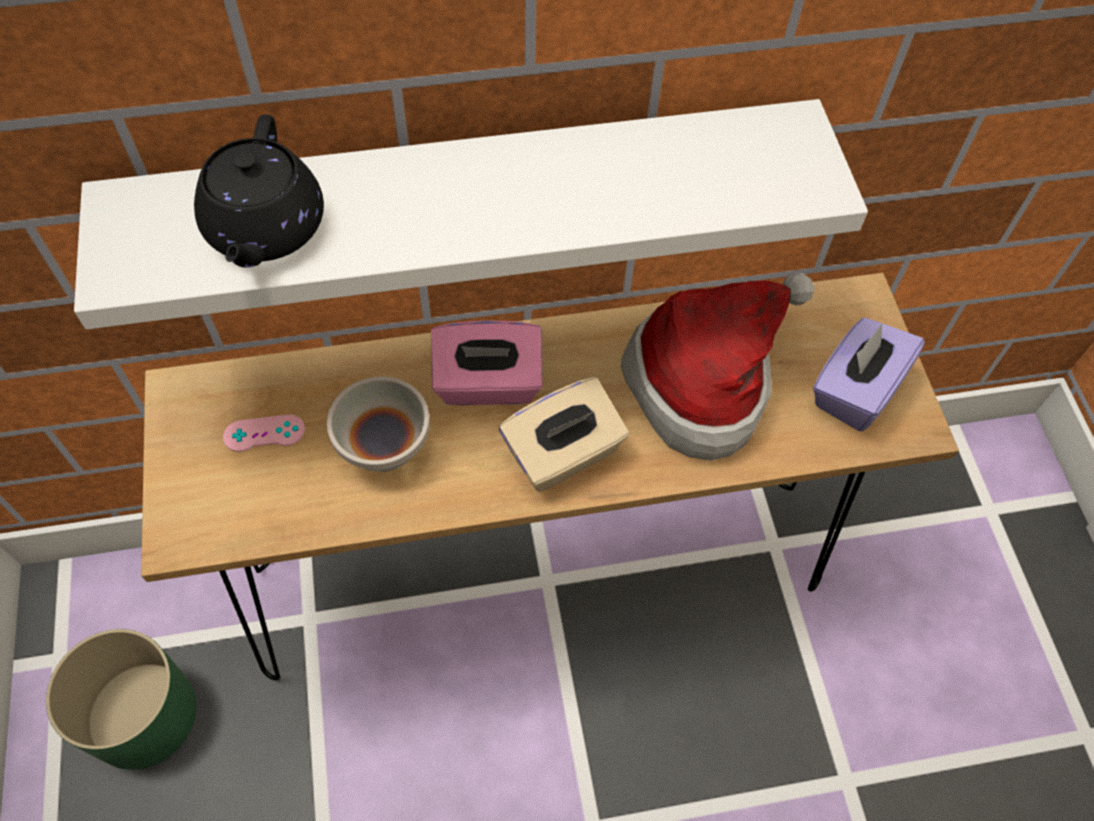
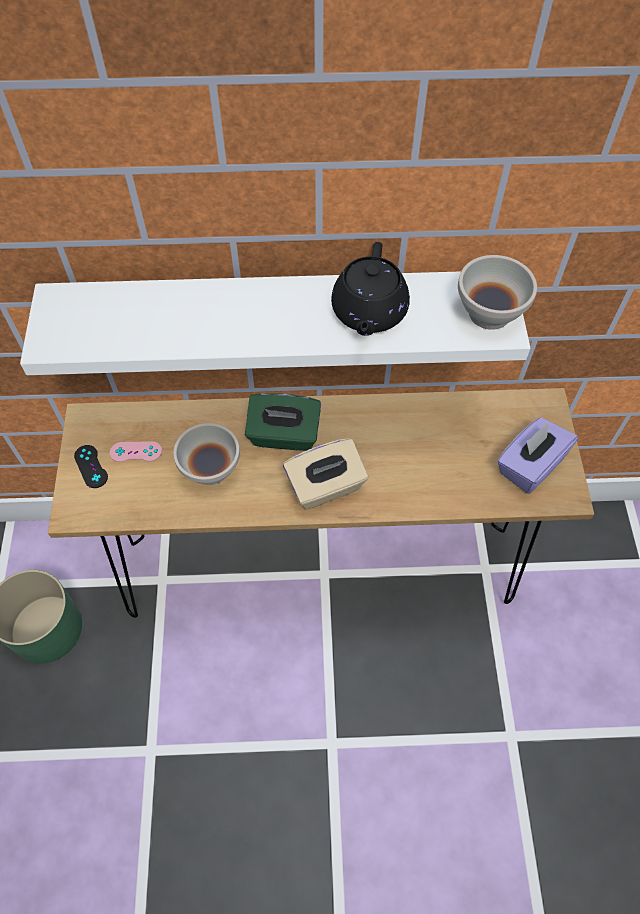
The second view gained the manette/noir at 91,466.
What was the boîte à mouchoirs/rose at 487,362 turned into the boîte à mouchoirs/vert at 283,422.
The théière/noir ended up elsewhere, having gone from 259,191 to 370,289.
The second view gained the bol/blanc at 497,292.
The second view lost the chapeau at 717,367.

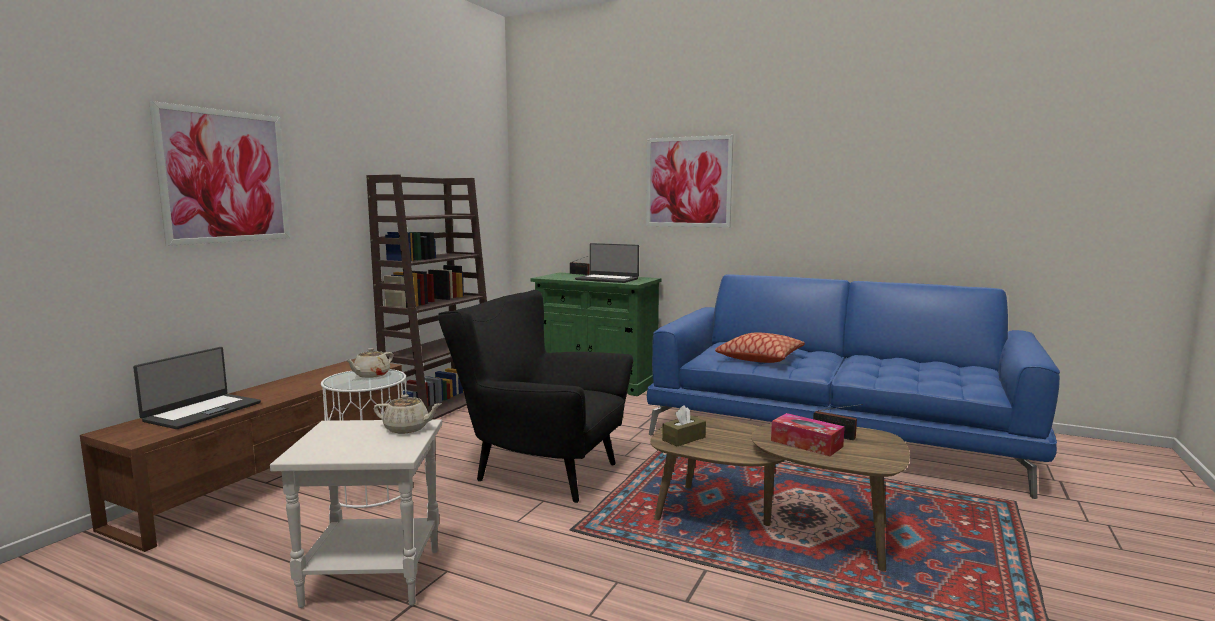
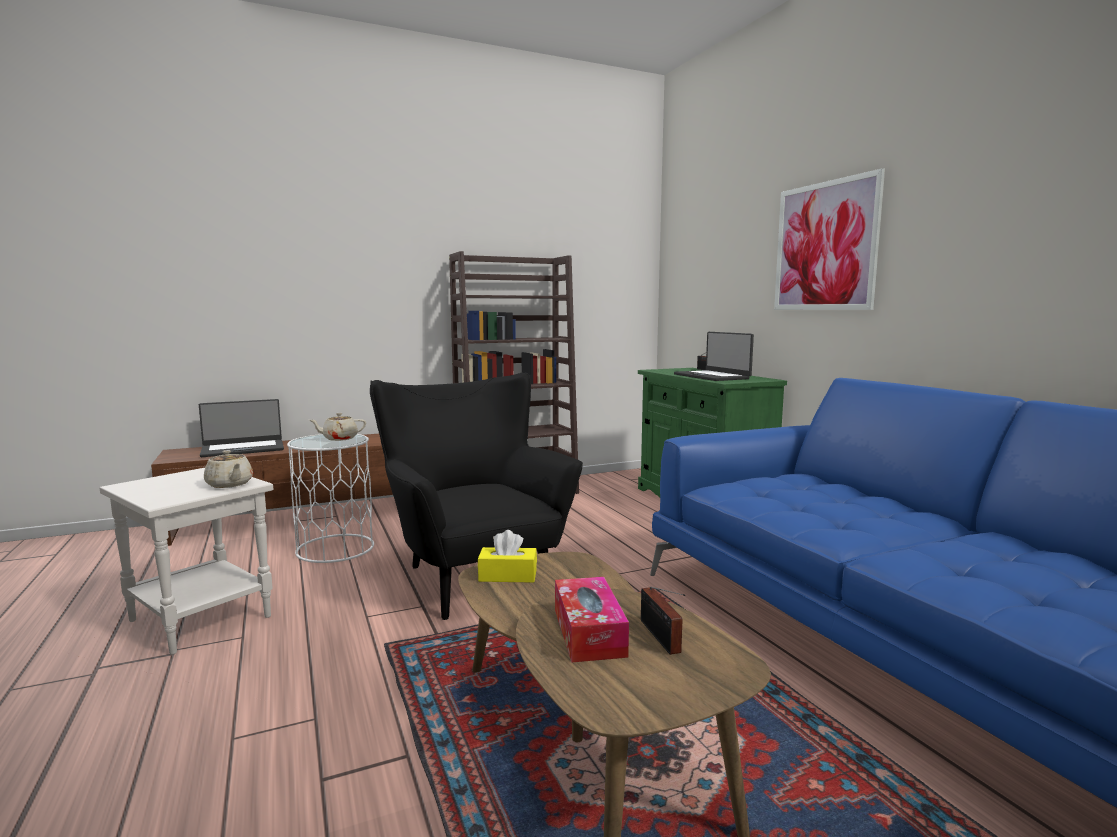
What was the boîte à mouchoirs/marron at 684,425 turned into the boîte à mouchoirs/jaune at 507,556.
The second view lost the tableau at 219,173.
The second view lost the coussin at 760,347.

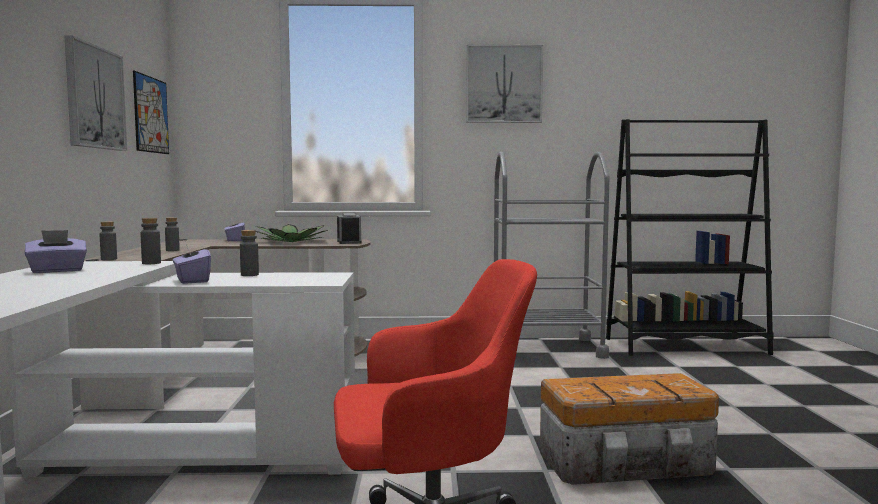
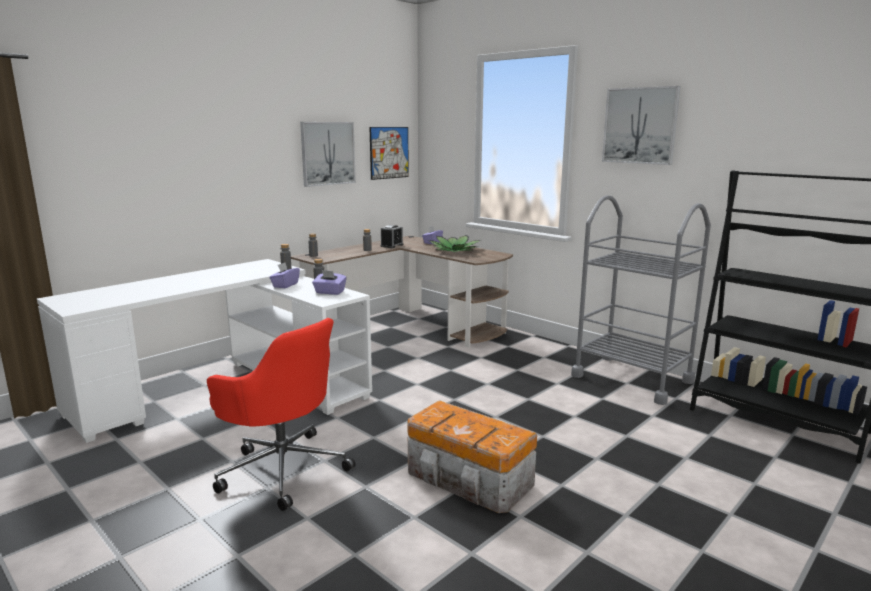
The boîte à mouchoirs/violet ended up elsewhere, having gone from 56,251 to 329,282.
The réveil ended up elsewhere, having gone from 349,228 to 391,236.

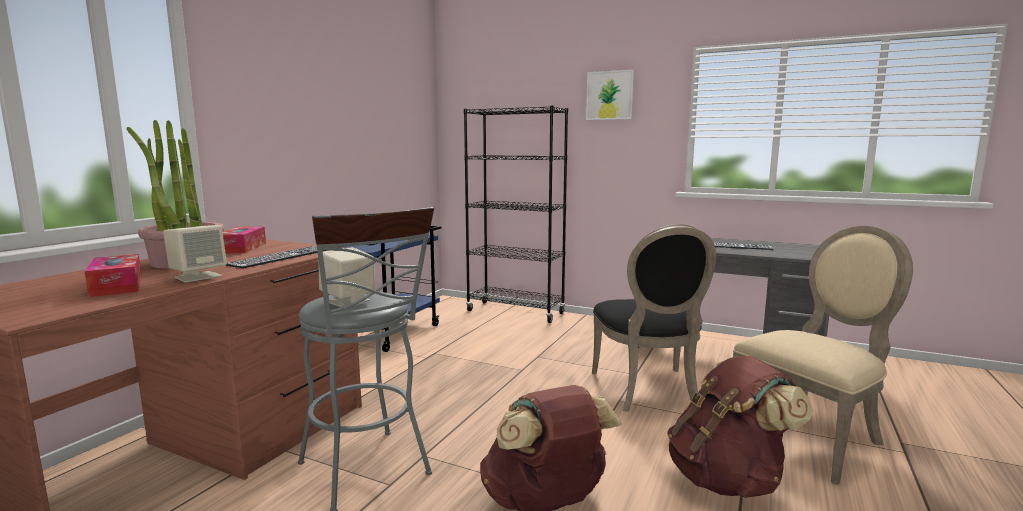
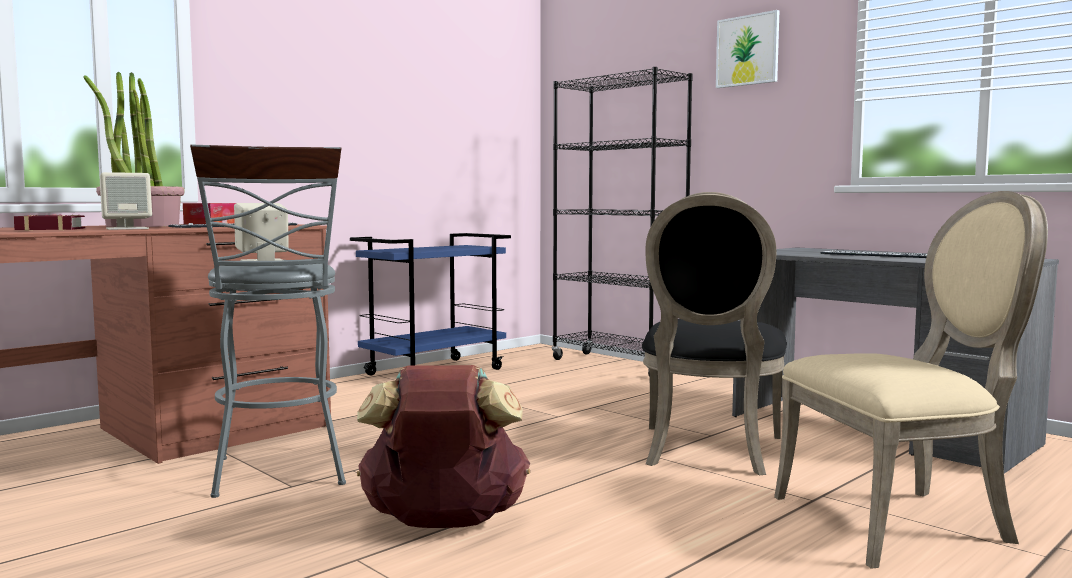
Where the boîte à mouchoirs stood at 113,275, the livre came to stand at 49,222.
The second view lost the sac à dos/marron at 740,427.

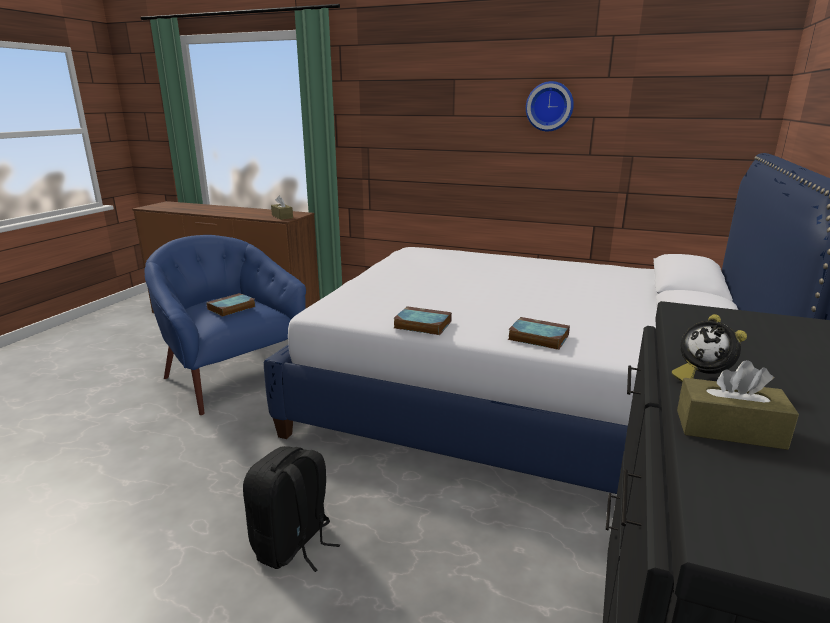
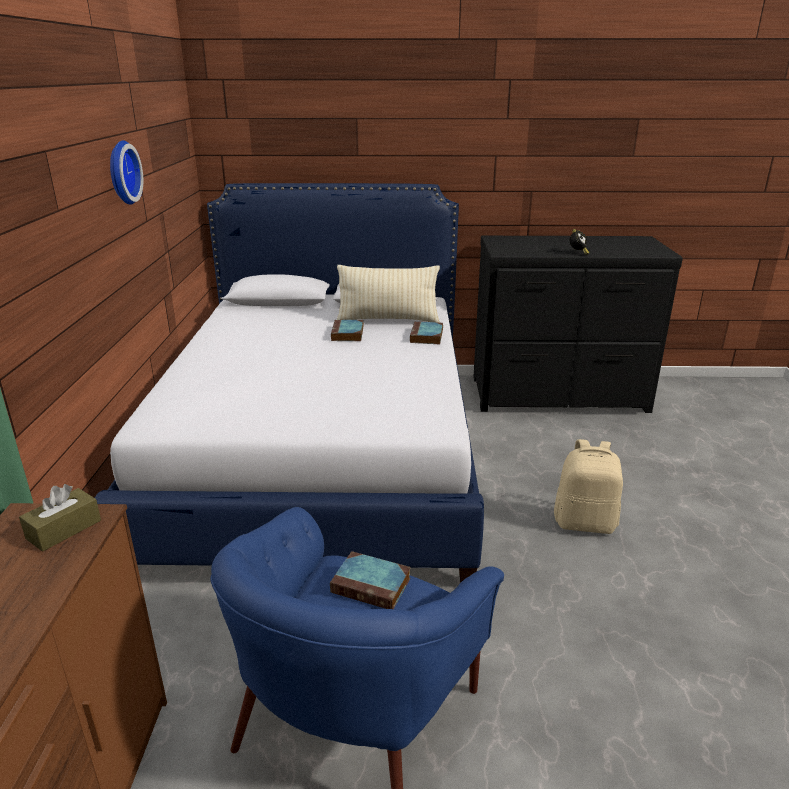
The livre ended up elsewhere, having gone from 422,320 to 347,330.
The second view gained the coussin/beige at 388,294.
What was the sac à dos/noir at 291,509 turned into the sac à dos/beige at 588,486.
The second view lost the boîte à mouchoirs/marron at 738,405.

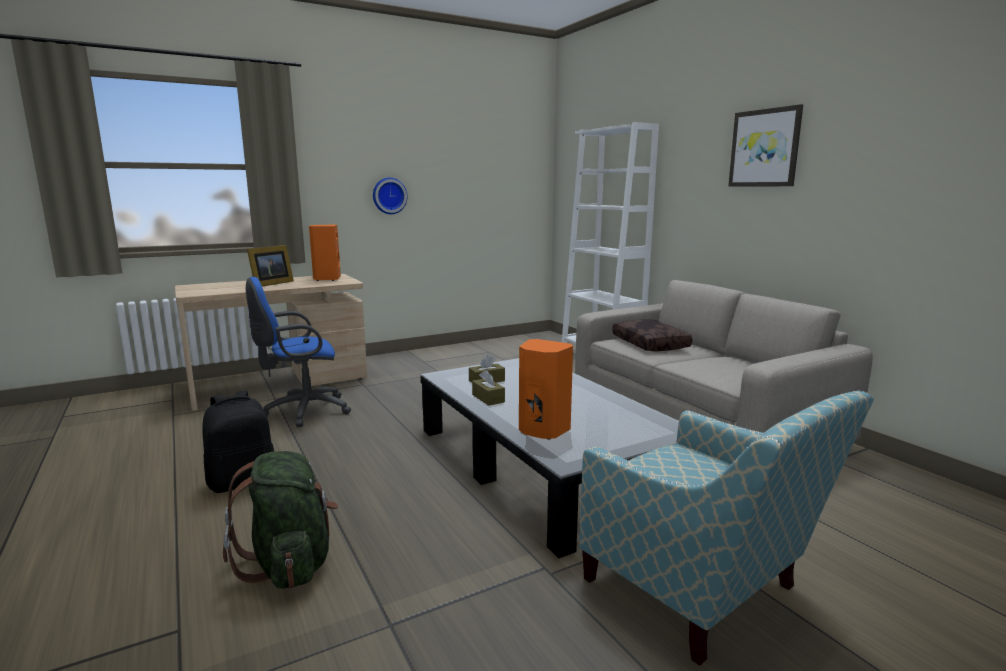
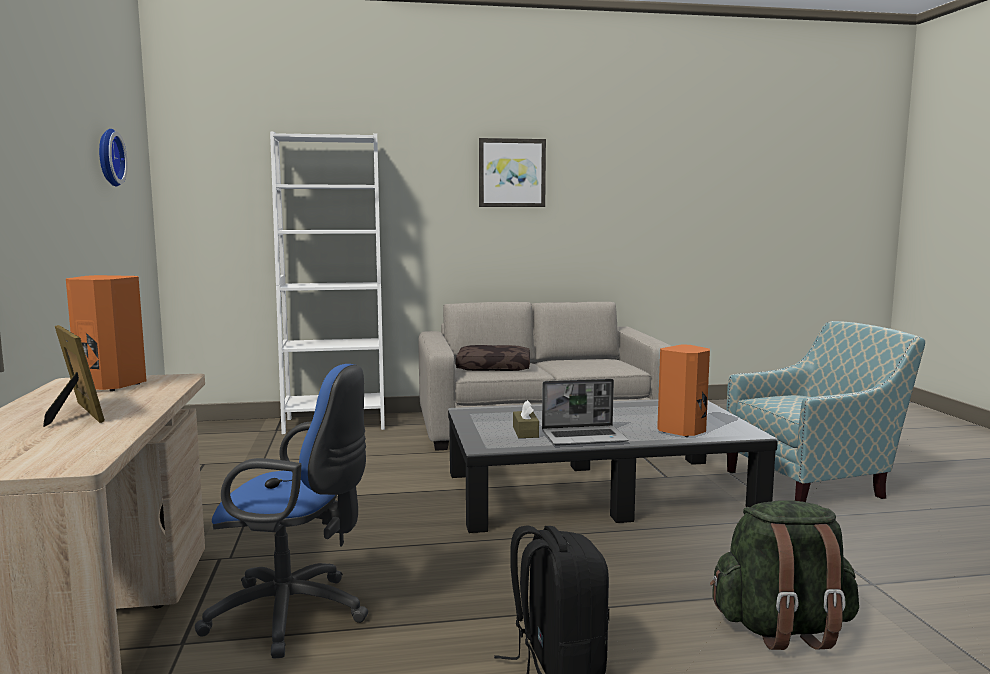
The horloge murale ended up elsewhere, having gone from 390,196 to 113,158.
The chaise de bureau/bleu at 298,352 ended up facing another way, 75 degrees counterclockwise from before.
Where the boîte à mouchoirs/marron stood at 488,388, the ordinateur portable came to stand at 585,412.

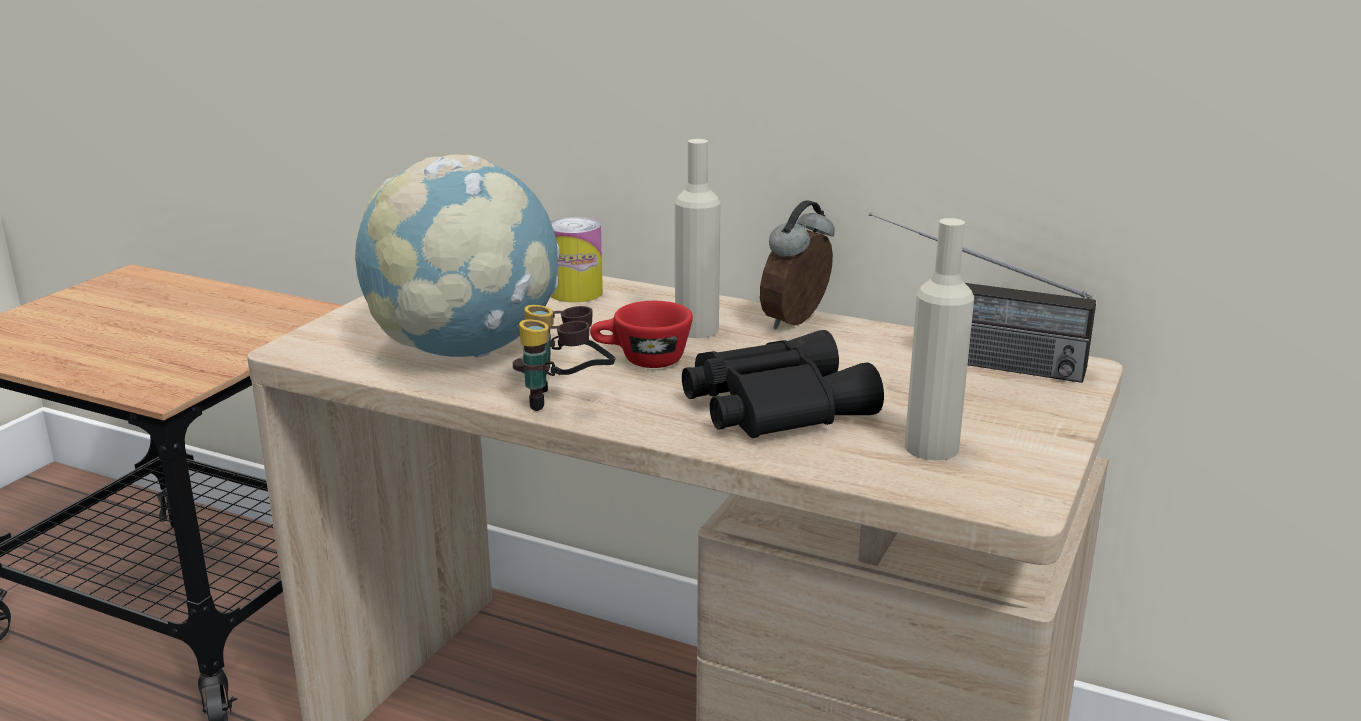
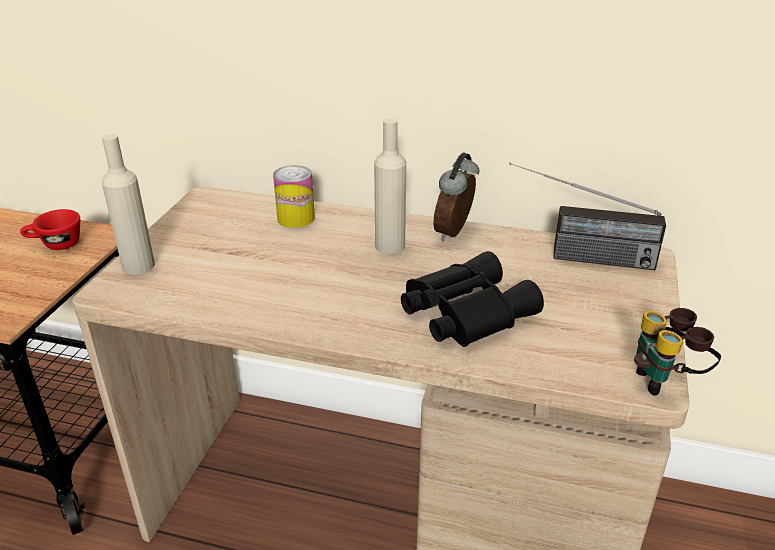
The tasse/rouge ended up elsewhere, having gone from 641,334 to 50,229.
The bouteille/beige ended up elsewhere, having gone from 939,339 to 128,204.
The jumelles ended up elsewhere, having gone from 564,358 to 677,352.
The second view lost the globe at 457,256.

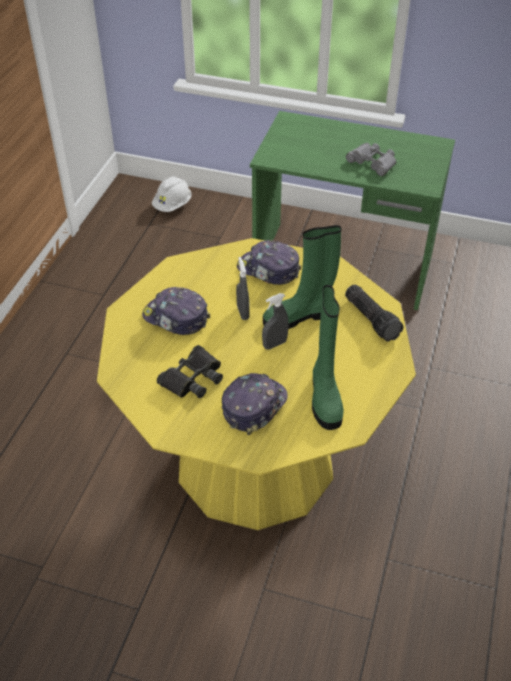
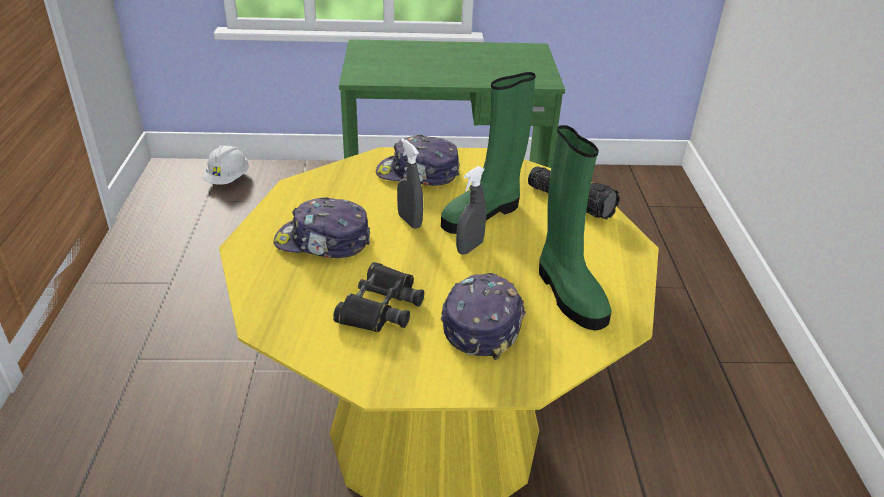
The second view lost the jumelles/gris at 371,159.

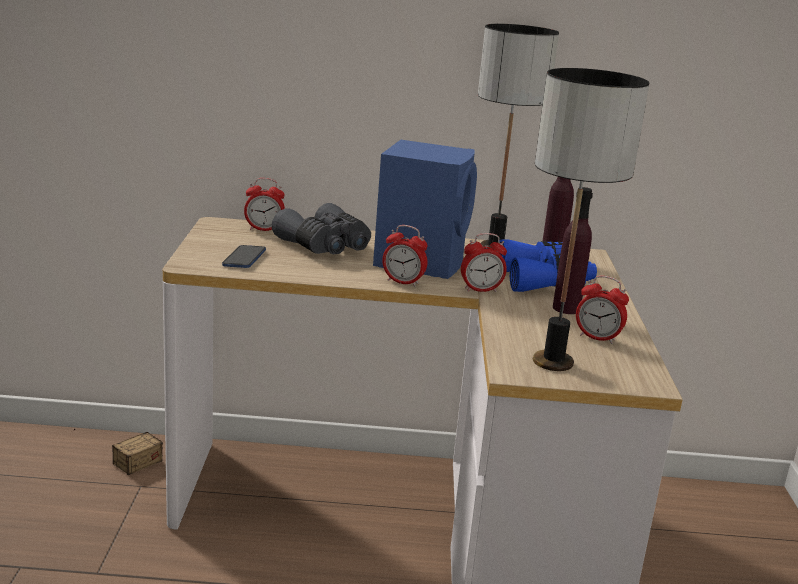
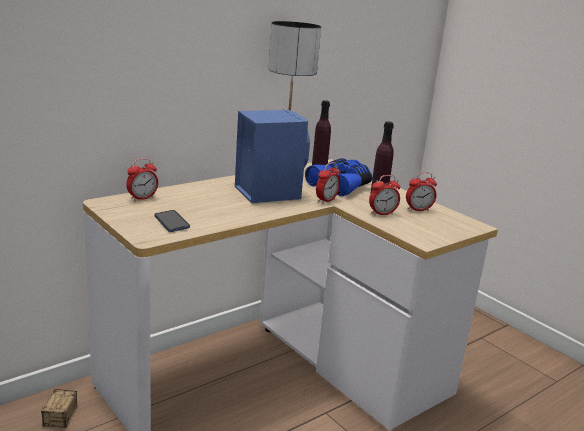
The réveil ended up elsewhere, having gone from 404,256 to 384,195.
The second view lost the jumelles/gris at 321,228.
The second view lost the lampe de table at 591,219.

